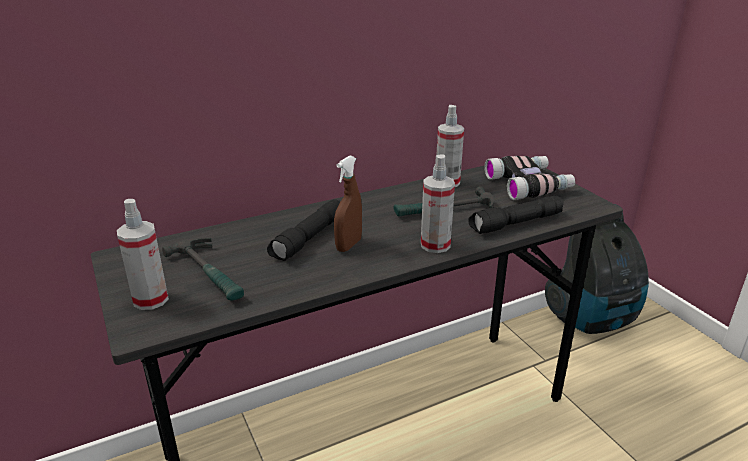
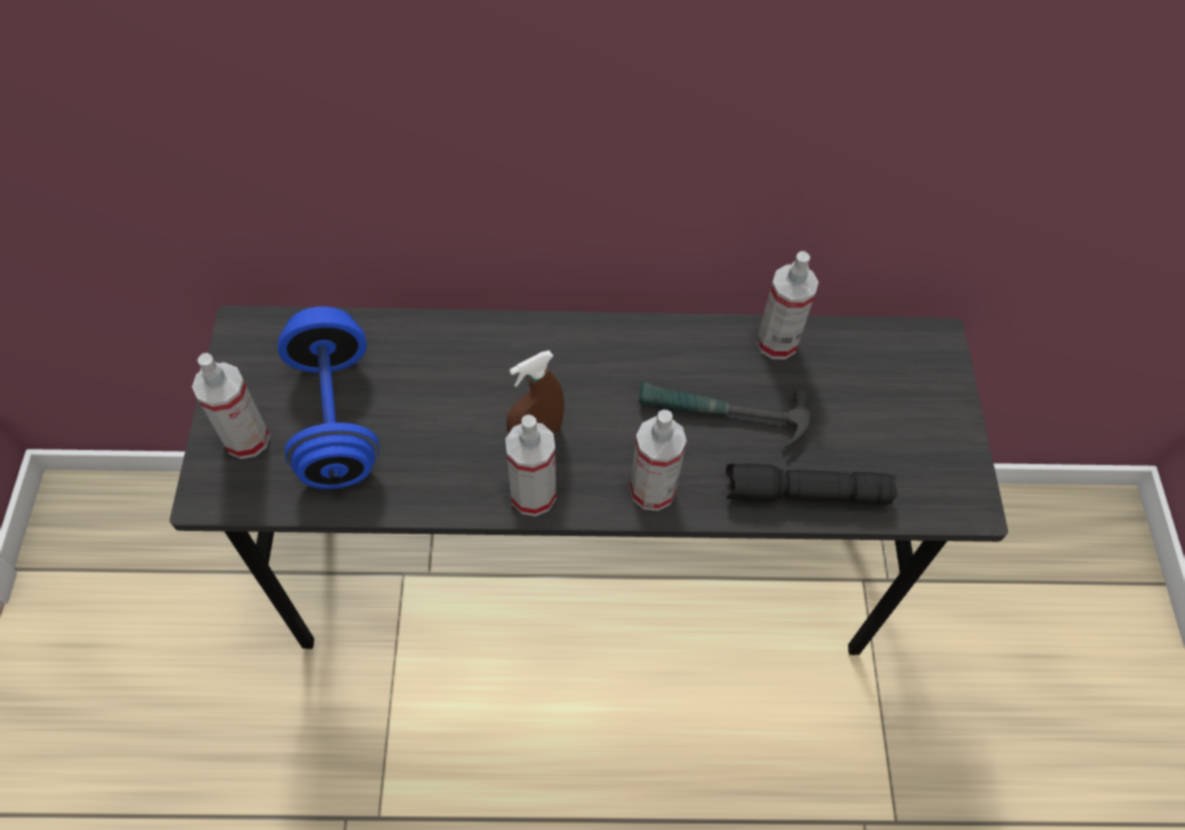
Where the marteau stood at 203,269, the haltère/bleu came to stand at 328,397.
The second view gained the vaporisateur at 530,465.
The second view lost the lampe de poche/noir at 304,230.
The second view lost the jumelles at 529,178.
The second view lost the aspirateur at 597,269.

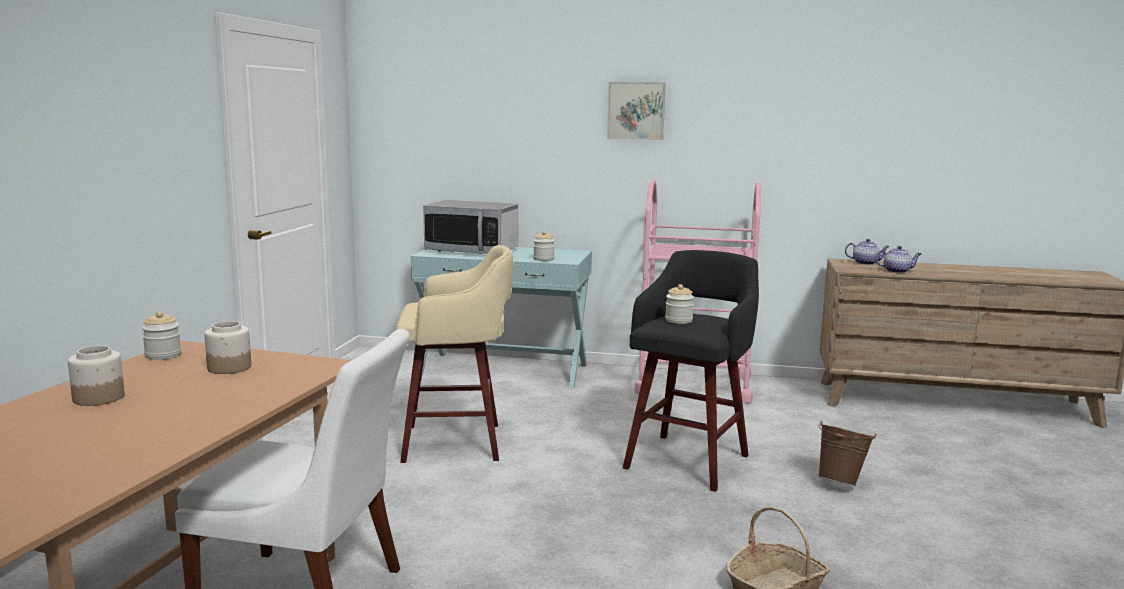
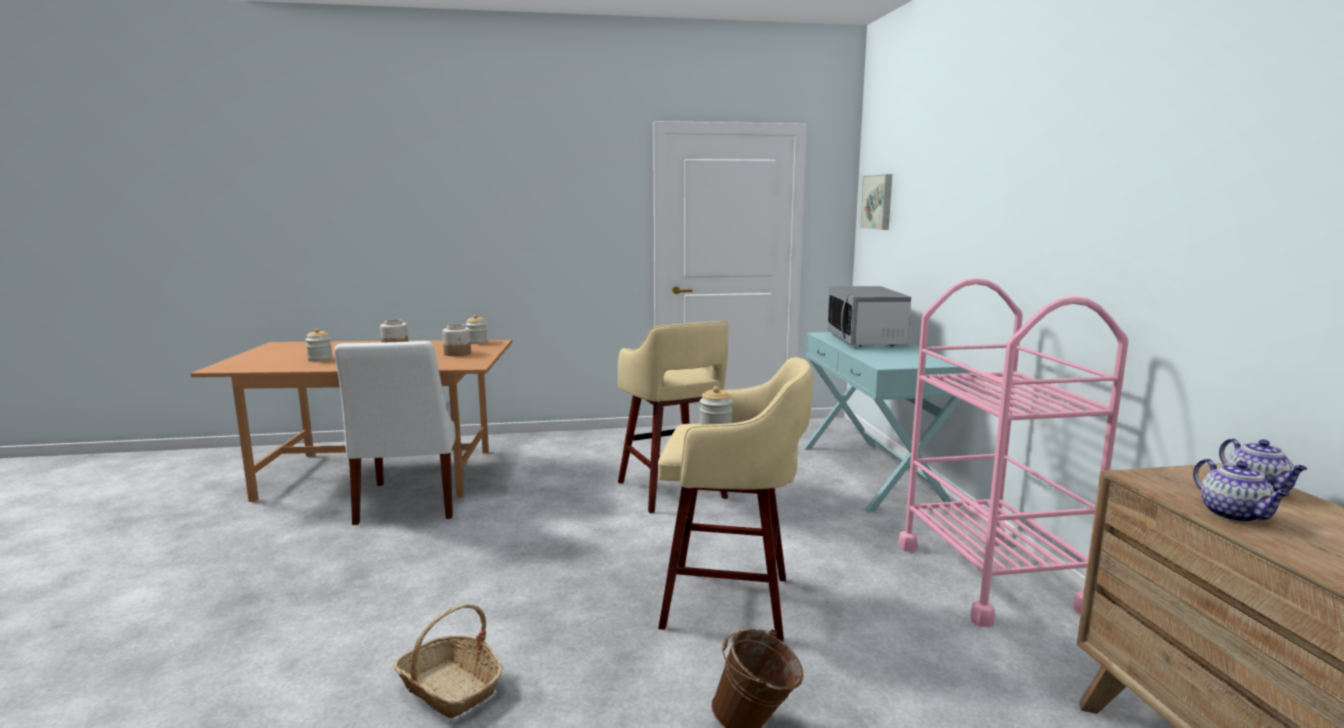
The bocal ended up elsewhere, having gone from 544,246 to 319,344.
What was the tabouret/noir at 691,371 turned into the tabouret/beige at 735,499.
The tableau ended up elsewhere, having gone from 636,111 to 876,202.

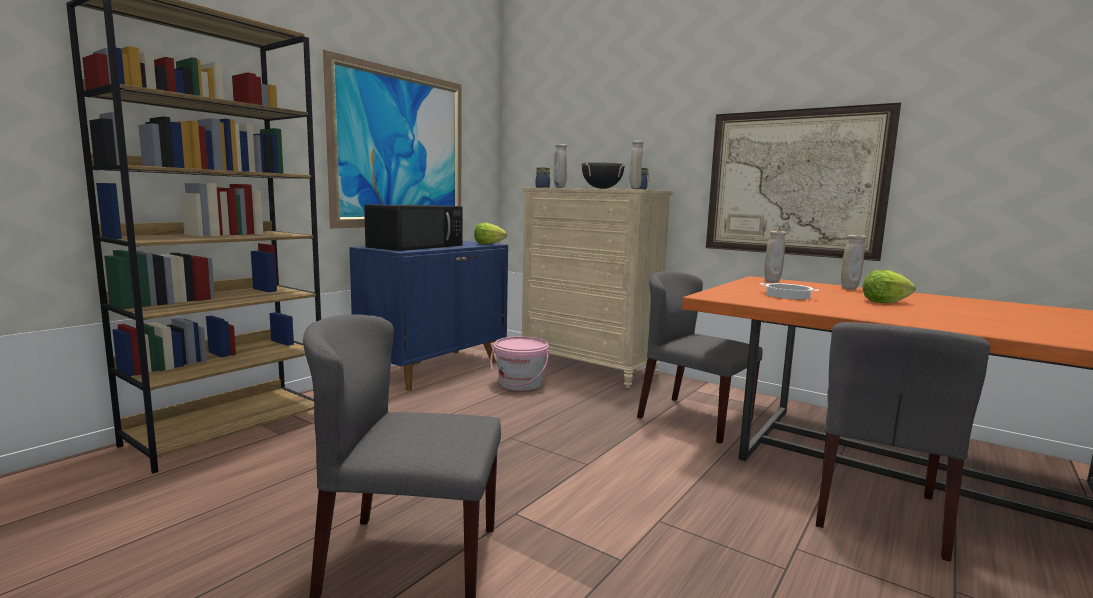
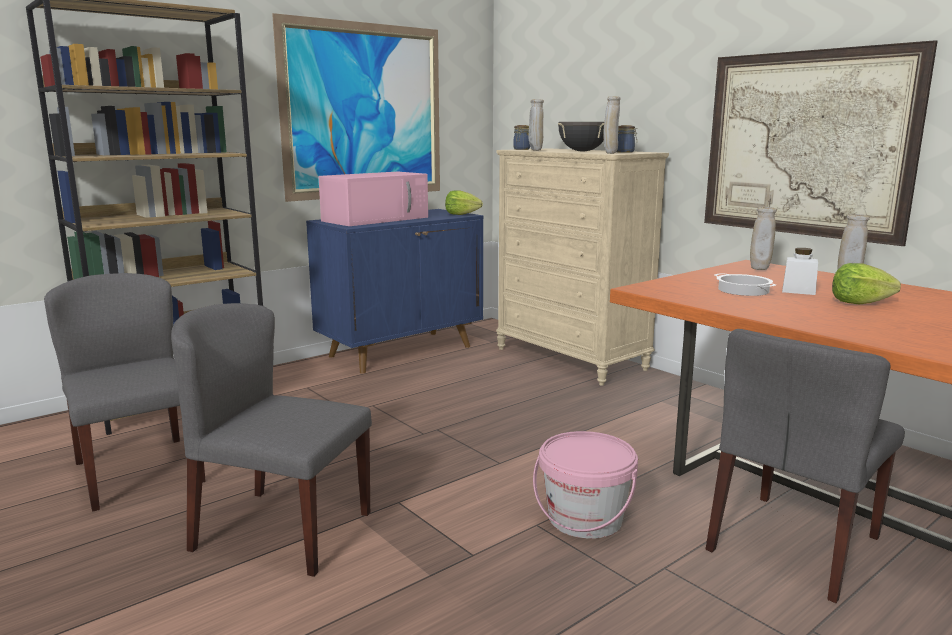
The chaise/gris ended up elsewhere, having gone from 699,357 to 125,392.
What was the micro-ondes/noir at 413,227 turned into the micro-ondes/rose at 373,199.
The seau/rose ended up elsewhere, having gone from 519,363 to 585,485.
The second view gained the bocal/blanc at 800,271.

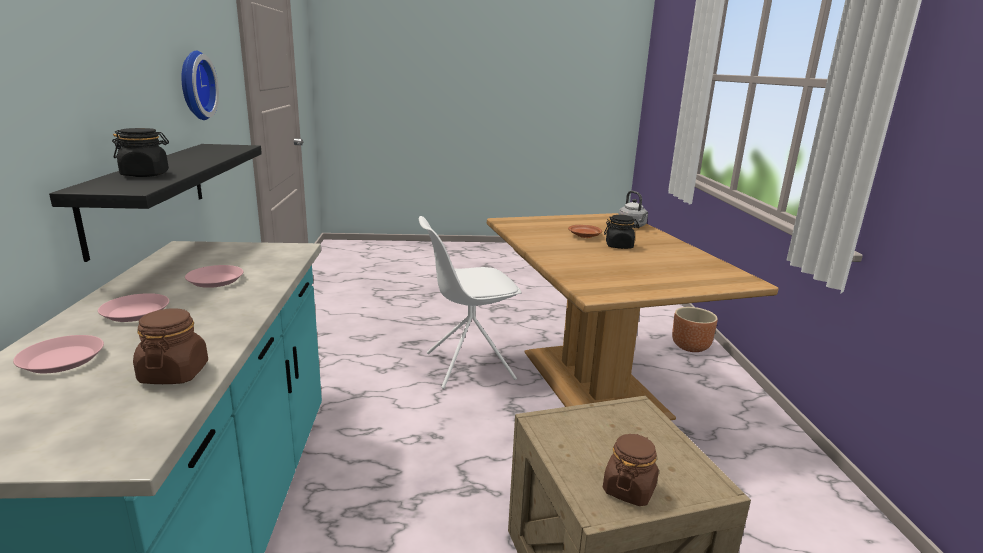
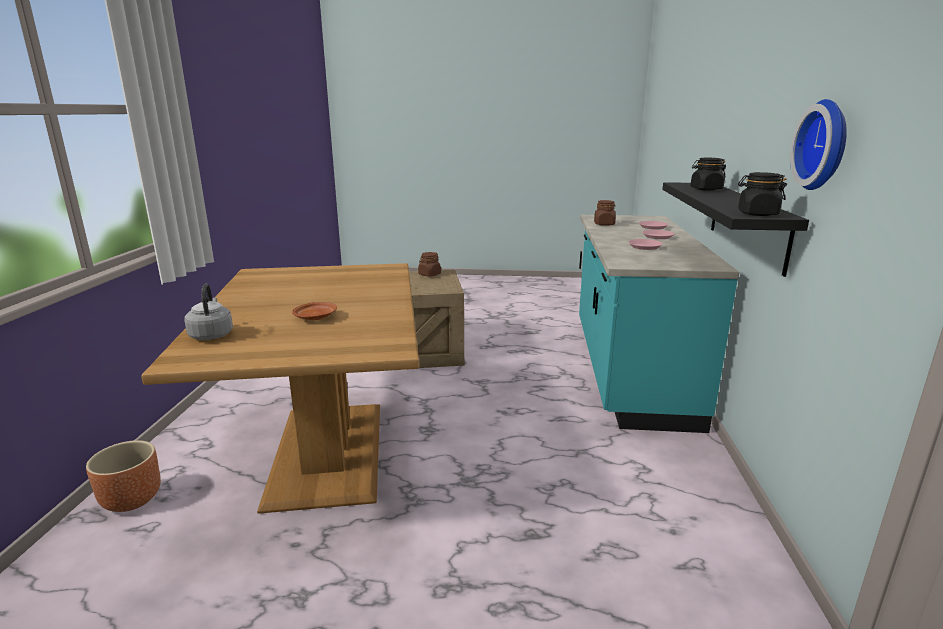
The bocal/noir ended up elsewhere, having gone from 621,232 to 762,194.
The second view lost the chaise/blanc at 470,302.

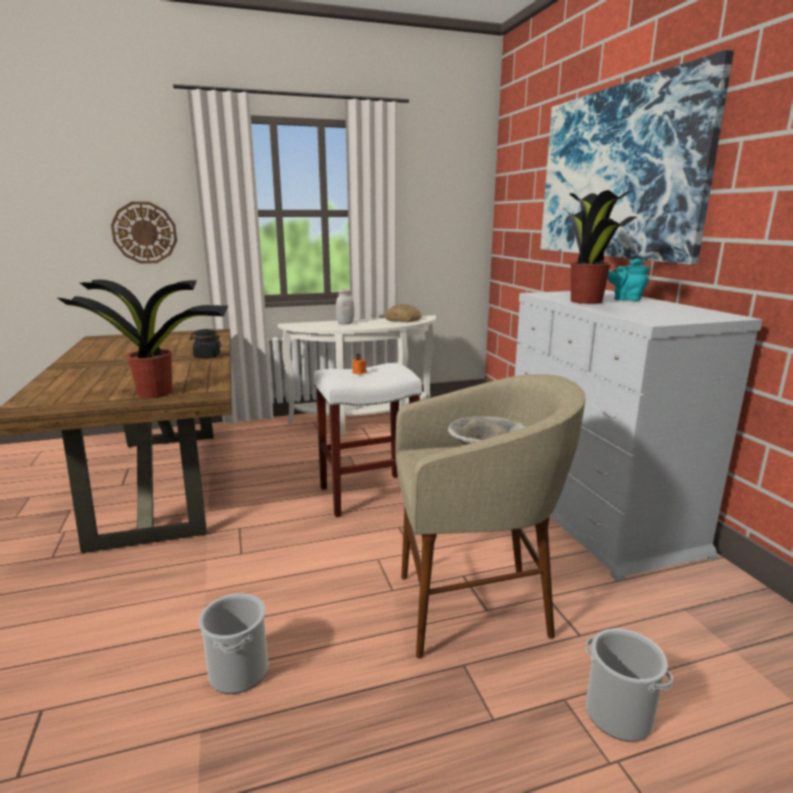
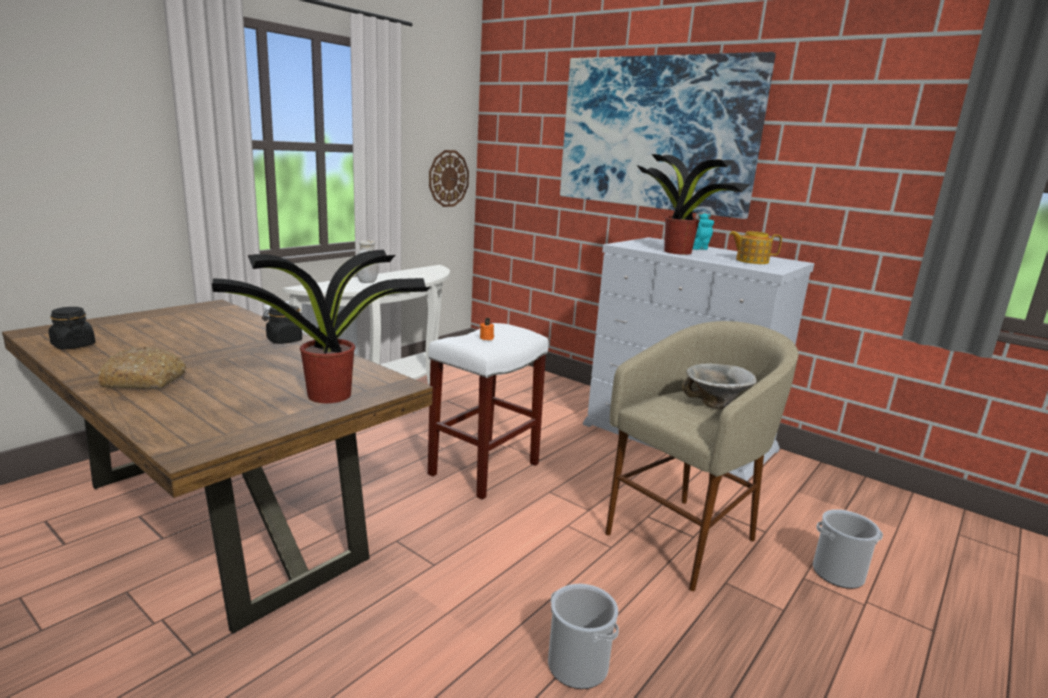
The second view gained the bocal/noir at 72,328.
The pain ended up elsewhere, having gone from 403,313 to 141,368.
The horloge murale ended up elsewhere, having gone from 144,233 to 449,178.
The second view gained the théière at 755,247.

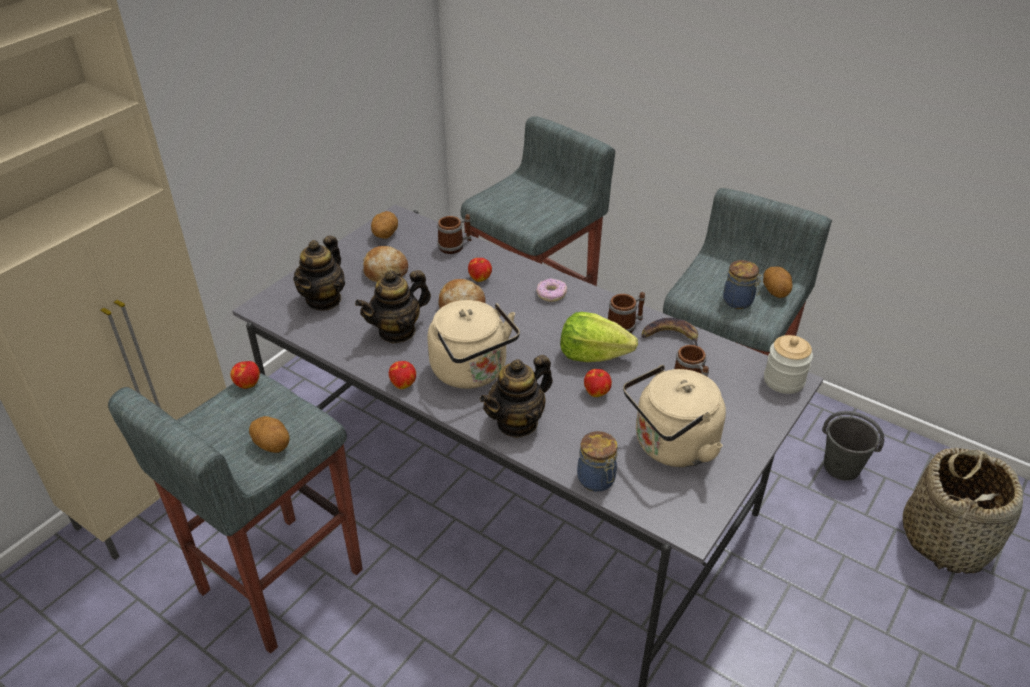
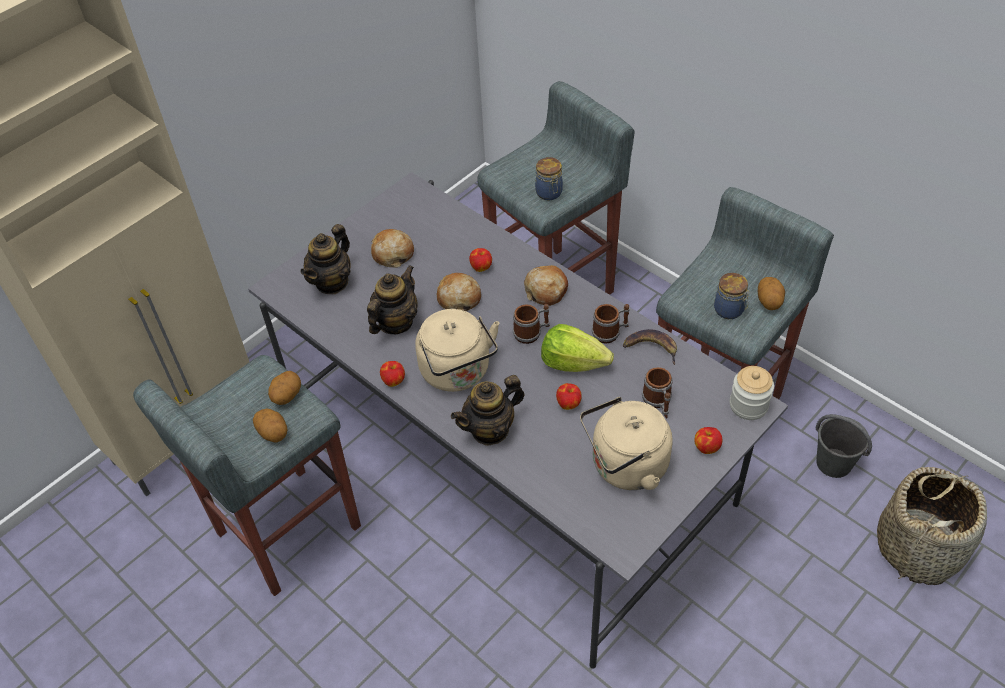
The pomme de terre ended up elsewhere, having gone from 384,225 to 284,388.
The théière at 393,306 ended up facing another way, 150 degrees clockwise from before.
The mug ended up elsewhere, having gone from 454,234 to 531,324.
Where the beignet stood at 551,290, the pain came to stand at 546,285.
The bocal ended up elsewhere, having gone from 597,461 to 549,179.
The pomme ended up elsewhere, having gone from 245,375 to 708,440.

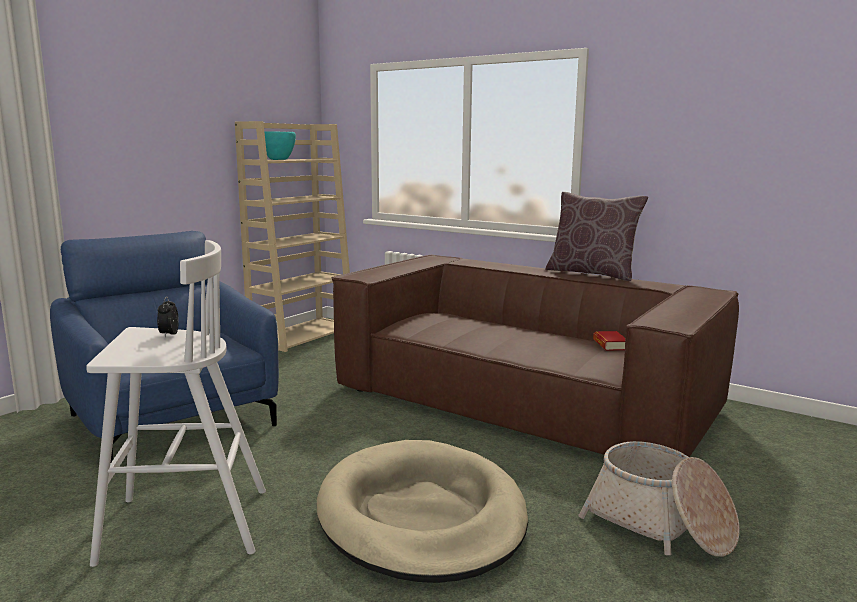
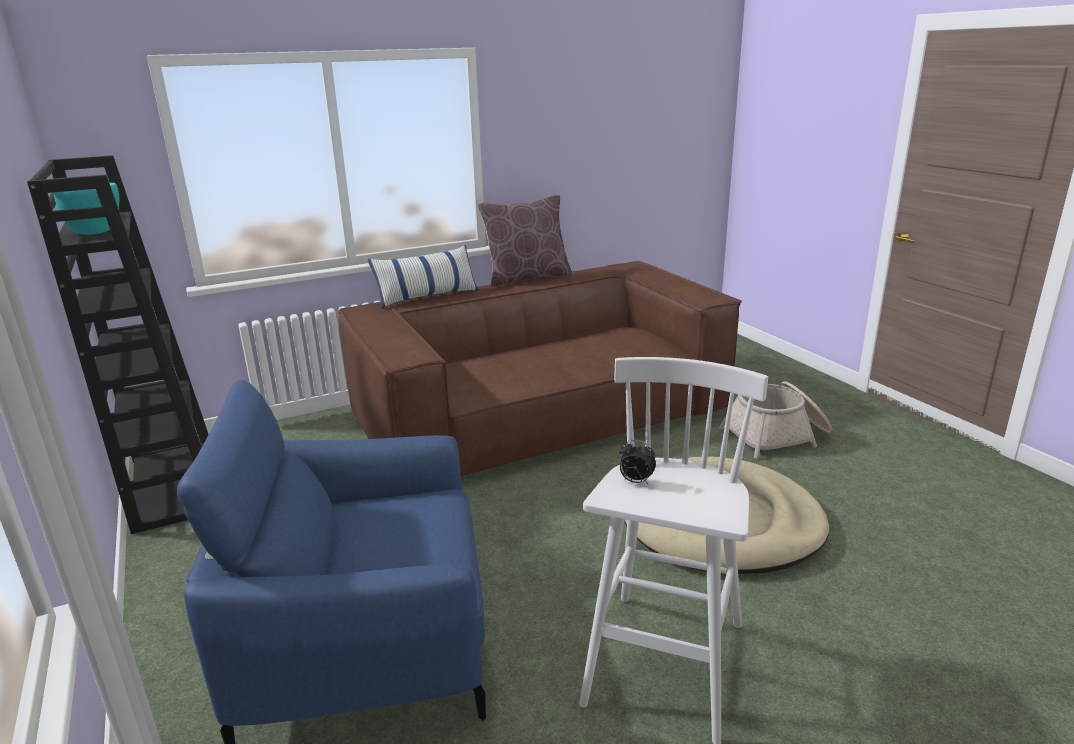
What was the bibliothèque/beige at 292,236 turned into the bibliothèque/noir at 118,344.
The second view gained the coussin at 423,277.
The second view lost the livre at 609,341.

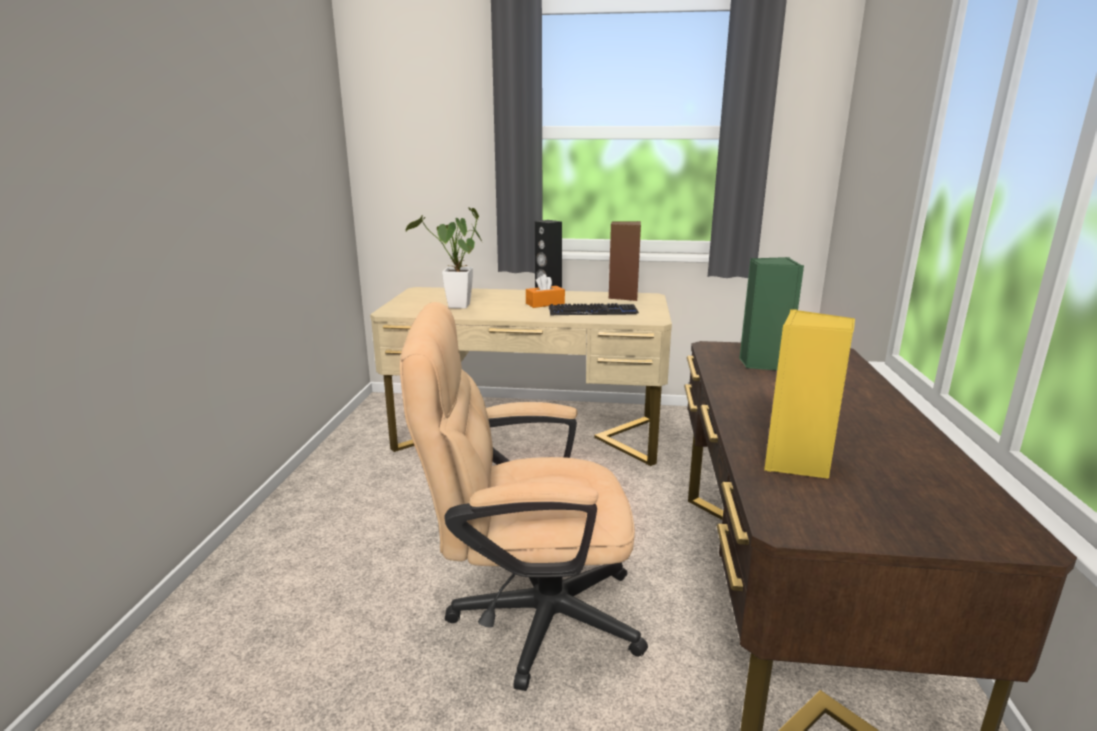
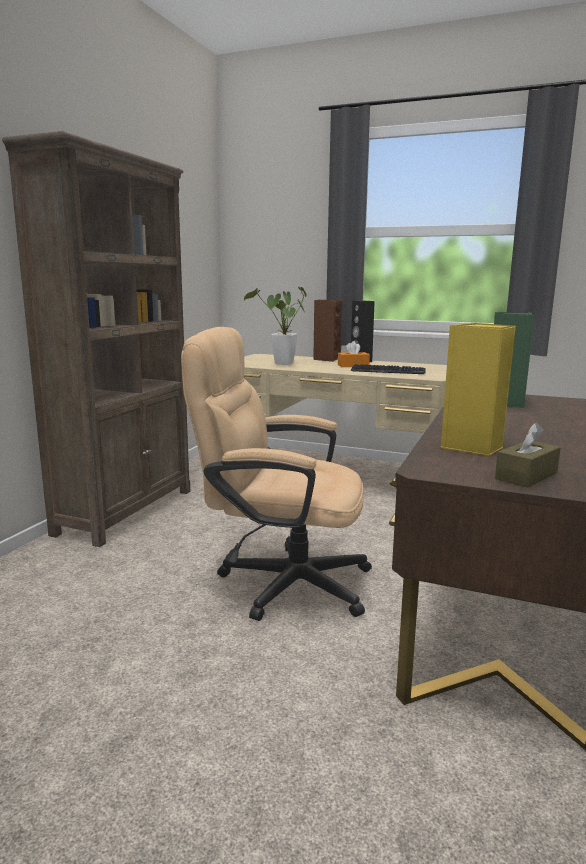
The second view gained the bibliothèque/marron at 96,339.
The enceinte/marron ended up elsewhere, having gone from 624,261 to 328,331.
The second view gained the boîte à mouchoirs/marron at 528,455.

